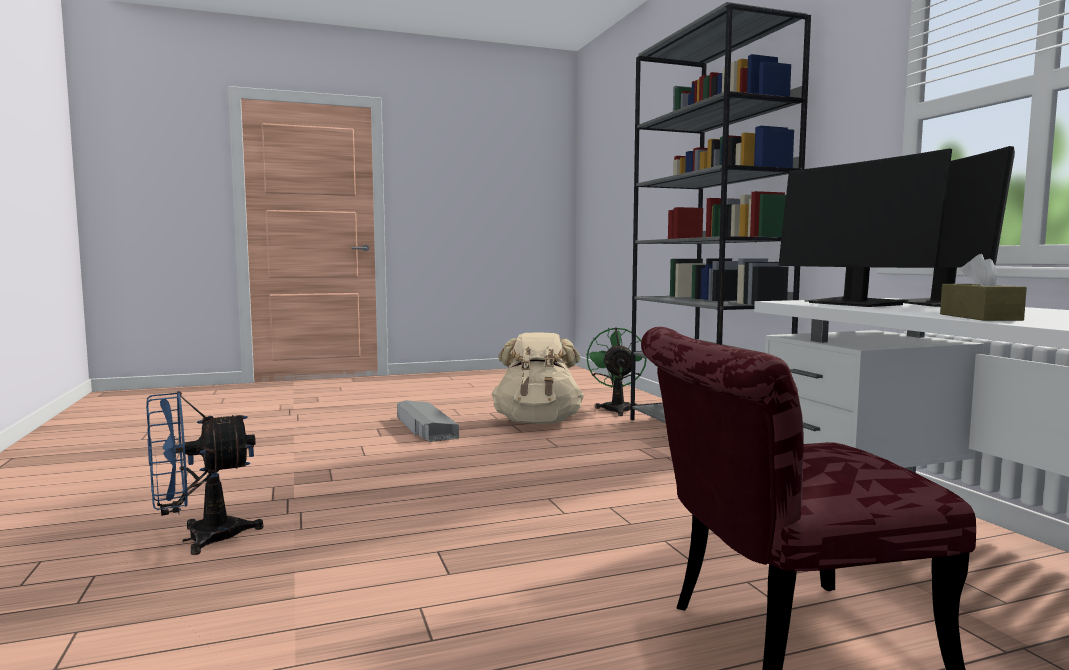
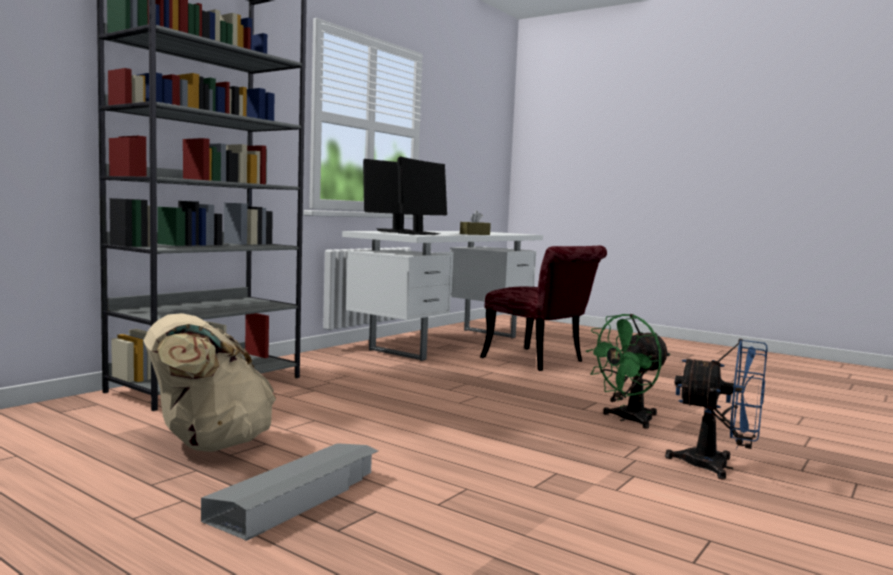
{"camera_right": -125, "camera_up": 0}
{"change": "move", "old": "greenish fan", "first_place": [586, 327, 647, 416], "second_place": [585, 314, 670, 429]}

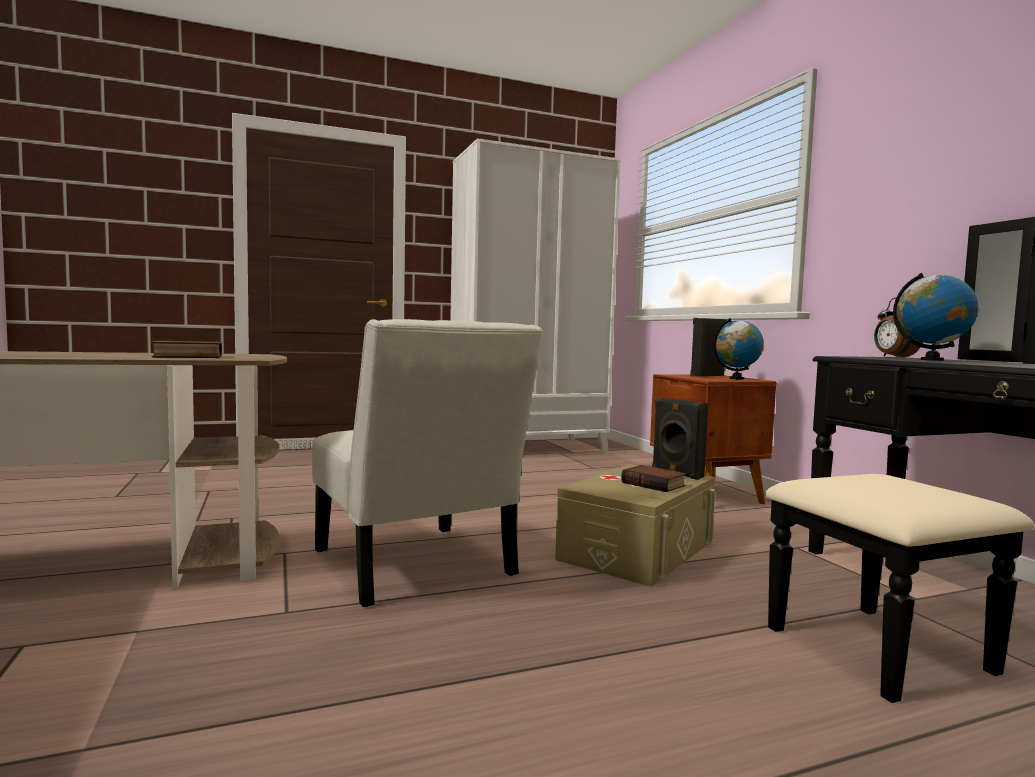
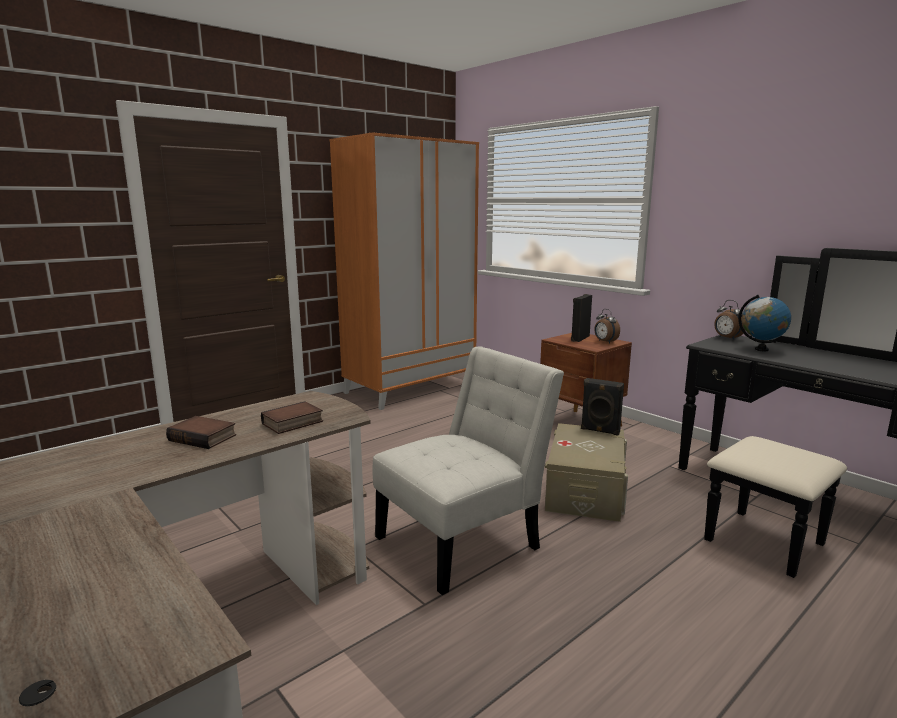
{"camera_right": -20, "camera_up": 10}
{"change": "rotate", "old": "whitish upright chair", "first_place": [312, 319, 543, 607], "second_place": [373, 347, 564, 595], "degrees": -75}
{"change": "recolor", "old": "whitish armoire", "new": "orange armoire", "first_place": [450, 138, 621, 453], "second_place": [330, 132, 479, 410]}
{"change": "move", "old": "bound book", "first_place": [621, 465, 686, 492], "second_place": [166, 416, 236, 449]}
{"change": "replace", "old": "world globe", "new": "alarm clock", "first_place": [714, 318, 764, 380], "second_place": [594, 309, 620, 344]}

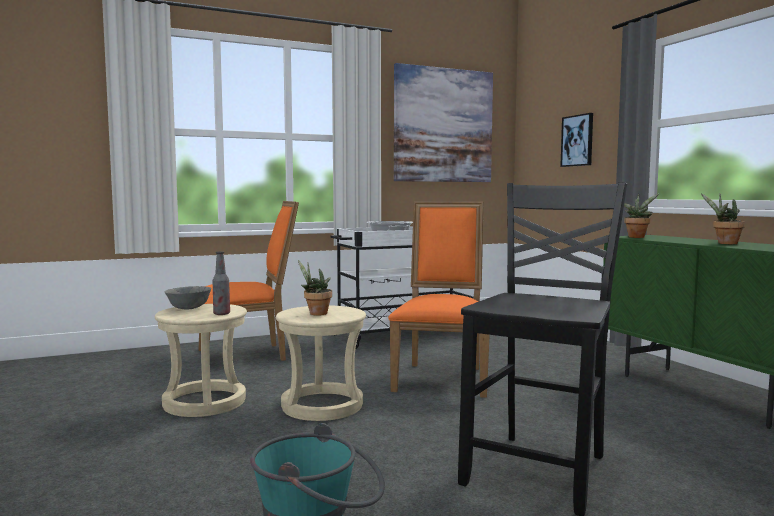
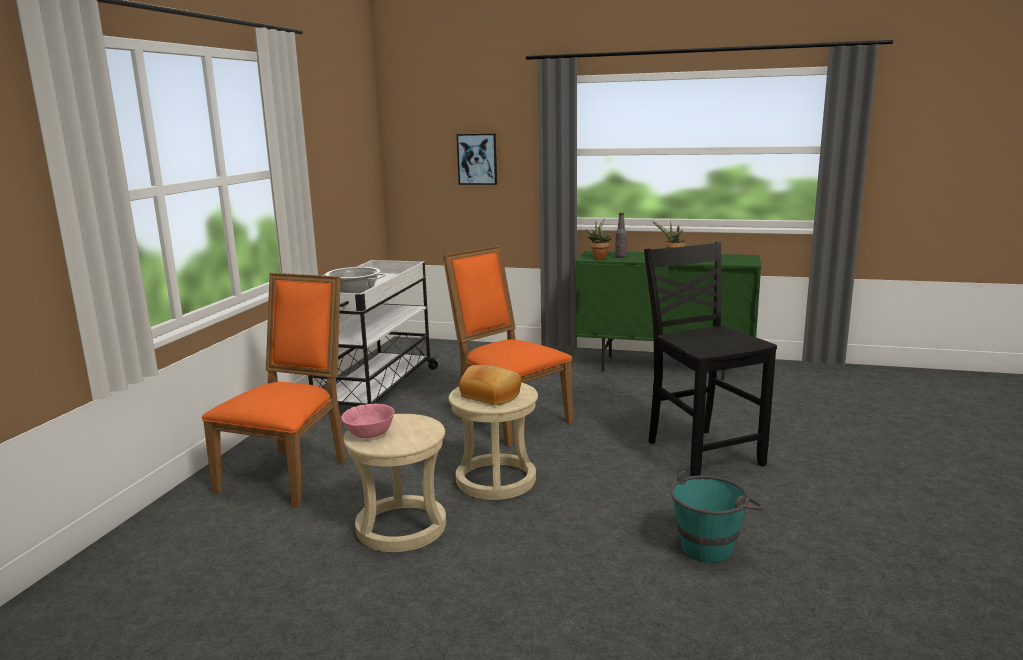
{"camera_right": -50, "camera_up": 10}
{"change": "recolor", "old": "grey deep dish", "new": "pink deep dish", "first_place": [165, 286, 211, 309], "second_place": [341, 404, 395, 438]}
{"change": "move", "old": "drink bottle", "first_place": [212, 252, 230, 315], "second_place": [615, 213, 627, 258]}
{"change": "replace", "old": "plant in a pot", "new": "baked bread", "first_place": [298, 260, 332, 316], "second_place": [459, 365, 521, 405]}
{"change": "delete", "old": "wall art", "first_place": [394, 63, 493, 182]}

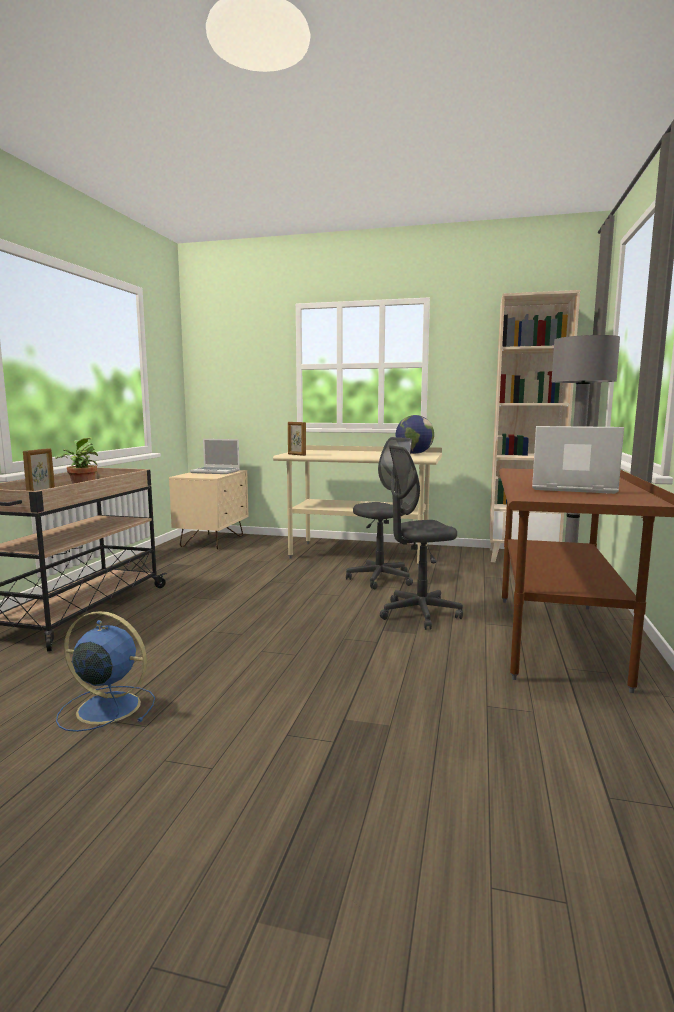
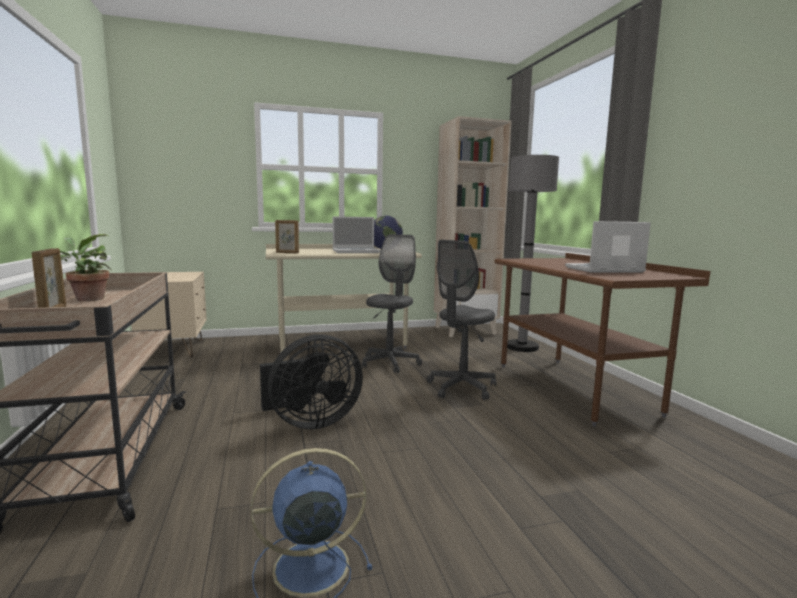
{"camera_right": -30, "camera_up": 0}
{"change": "move", "old": "laptop", "first_place": [190, 439, 240, 474], "second_place": [333, 216, 380, 253]}
{"change": "insert", "new": "blackish fan", "second_place": [260, 334, 363, 429]}

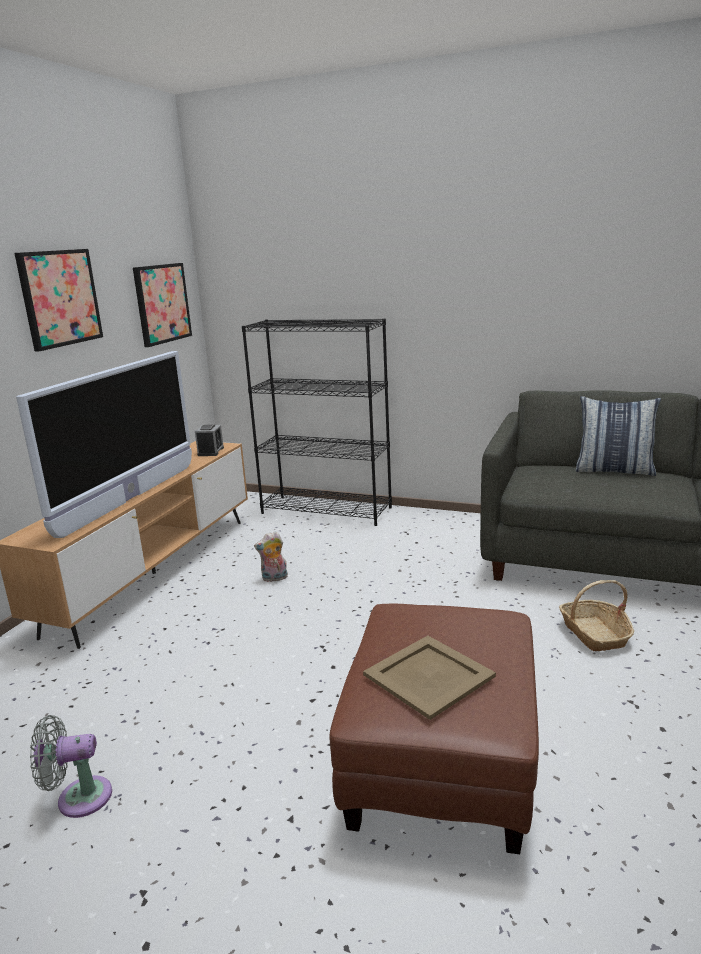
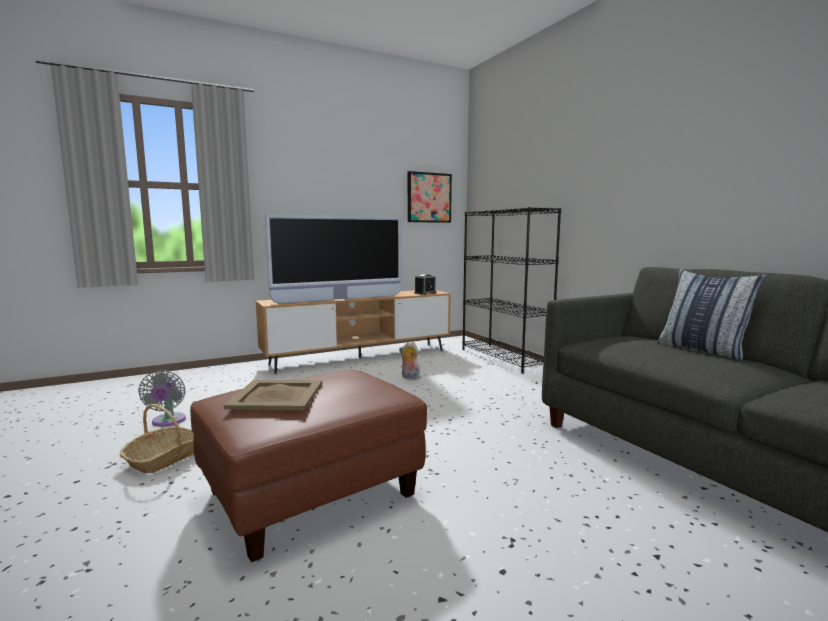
{"camera_right": 40, "camera_up": -10}
{"change": "delete", "old": "wall art", "first_place": [14, 249, 103, 351]}
{"change": "rotate", "old": "grey fan", "first_place": [30, 715, 112, 818], "second_place": [138, 370, 186, 427], "degrees": -135}
{"change": "move", "old": "basket", "first_place": [559, 580, 634, 651], "second_place": [120, 404, 194, 473]}

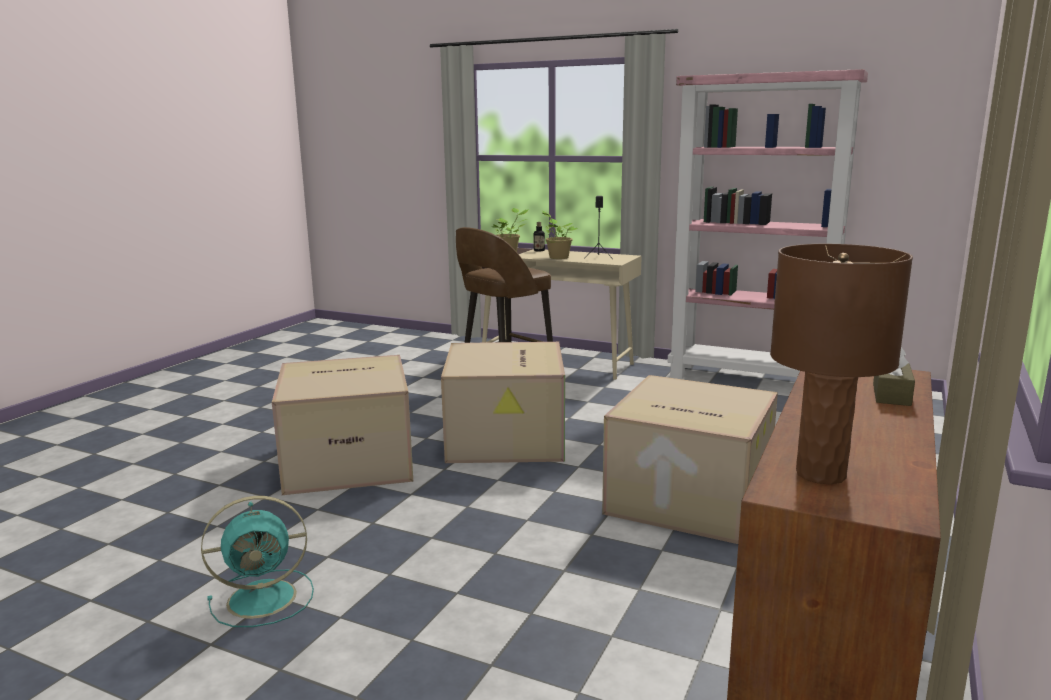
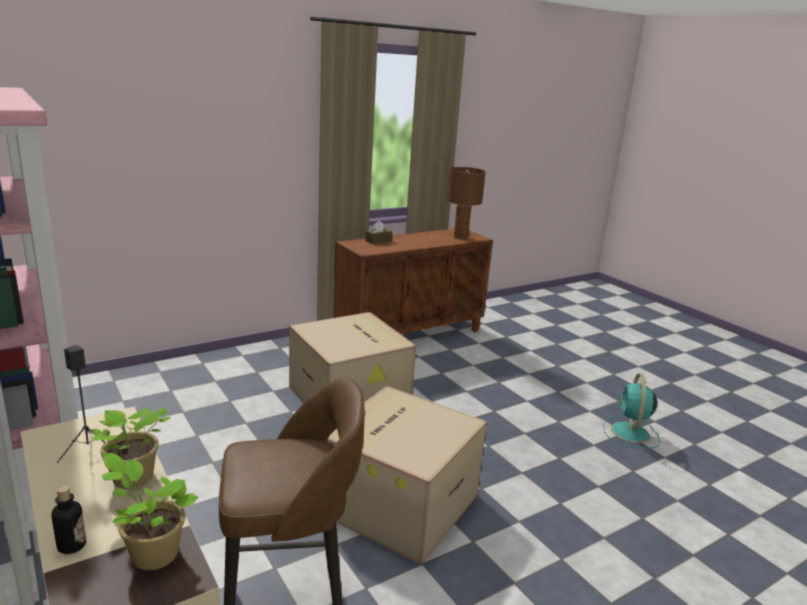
{"camera_right": -150, "camera_up": 5}
{"change": "rotate", "old": "turquoise fan", "first_place": [201, 496, 314, 627], "second_place": [603, 373, 660, 449], "degrees": -90}
{"change": "delete", "old": "packing box", "first_place": [272, 355, 413, 495]}

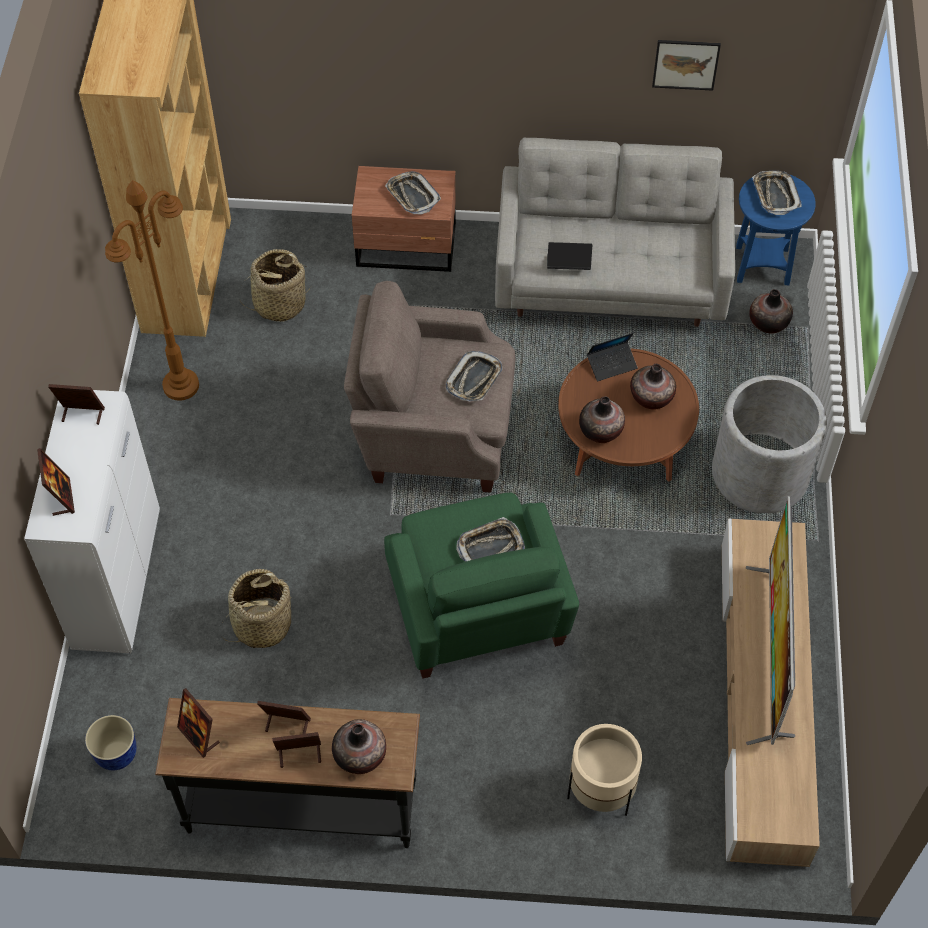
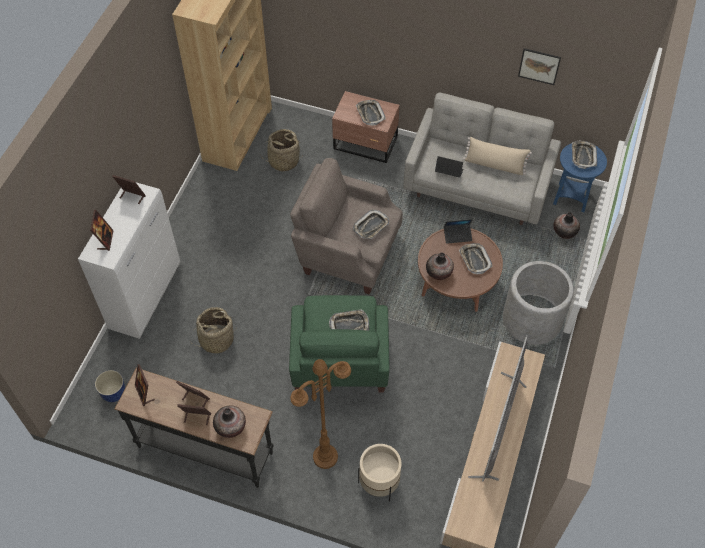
{"camera_right": 15, "camera_up": 0}
{"change": "move", "old": "brown-coloured standard lamp", "first_place": [105, 180, 199, 401], "second_place": [290, 359, 351, 469]}
{"change": "replace", "old": "flower vase", "new": "tray", "first_place": [630, 364, 676, 410], "second_place": [459, 243, 493, 275]}
{"change": "insert", "new": "sand-coloured throw pillow", "second_place": [463, 137, 532, 175]}

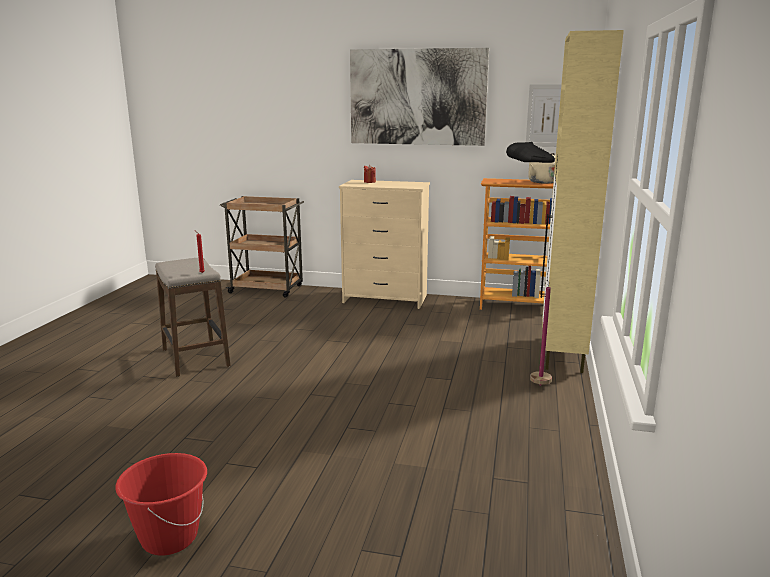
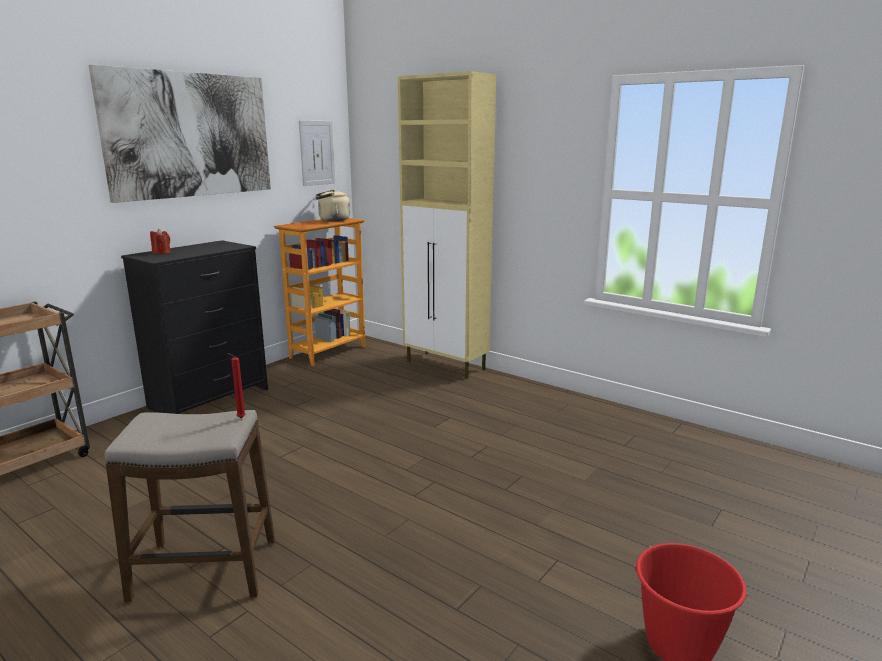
{"camera_right": -65, "camera_up": 0}
{"change": "recolor", "old": "sand-coloured chest of drawers", "new": "blackish chest of drawers", "first_place": [339, 180, 430, 309], "second_place": [121, 240, 268, 414]}
{"change": "delete", "old": "blackish standard lamp", "first_place": [506, 142, 558, 386]}

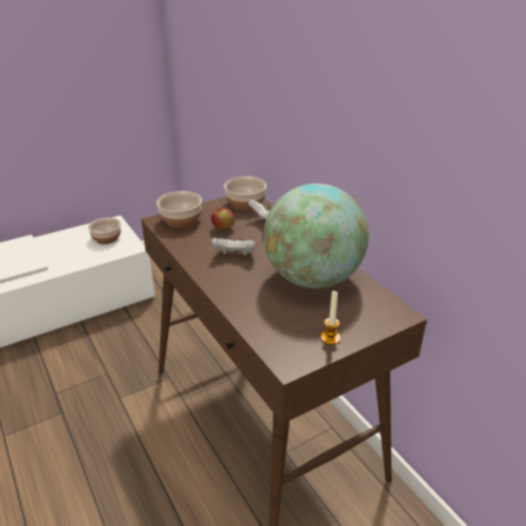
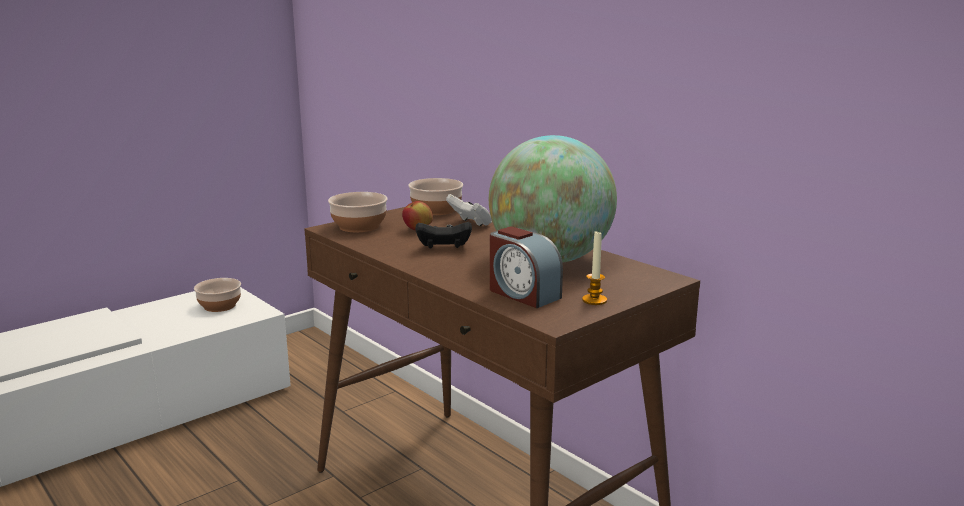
{"camera_right": -10, "camera_up": -15}
{"change": "recolor", "old": "whitish joypad", "new": "blackish joypad", "first_place": [212, 237, 256, 256], "second_place": [415, 222, 472, 248]}
{"change": "insert", "new": "alarm clock", "second_place": [490, 226, 563, 308]}

